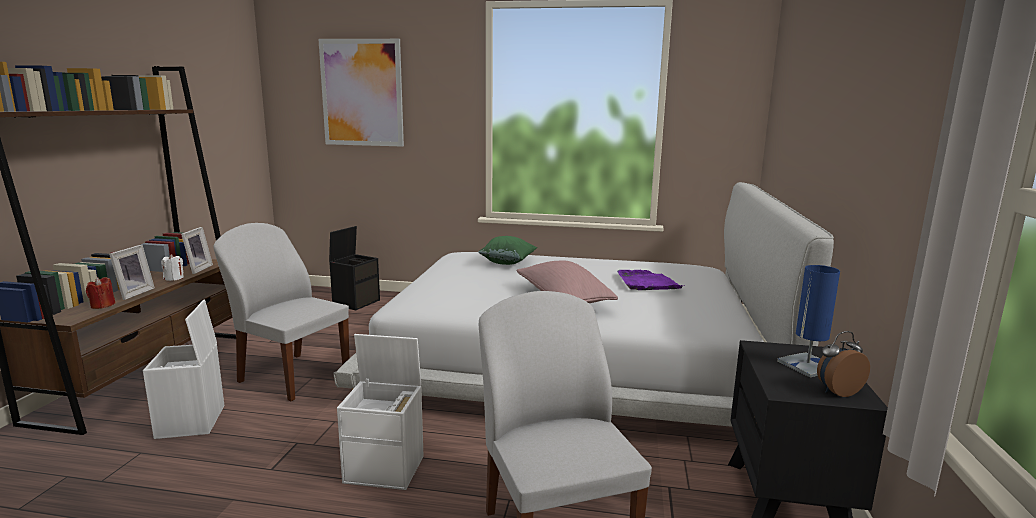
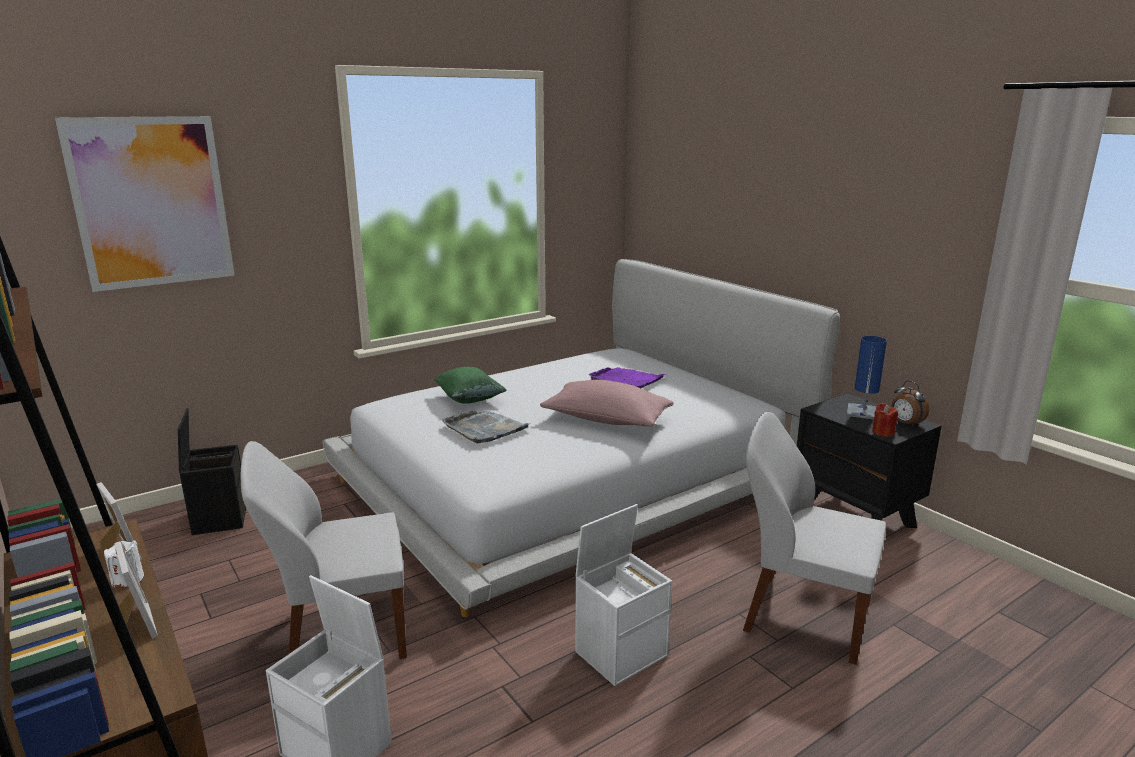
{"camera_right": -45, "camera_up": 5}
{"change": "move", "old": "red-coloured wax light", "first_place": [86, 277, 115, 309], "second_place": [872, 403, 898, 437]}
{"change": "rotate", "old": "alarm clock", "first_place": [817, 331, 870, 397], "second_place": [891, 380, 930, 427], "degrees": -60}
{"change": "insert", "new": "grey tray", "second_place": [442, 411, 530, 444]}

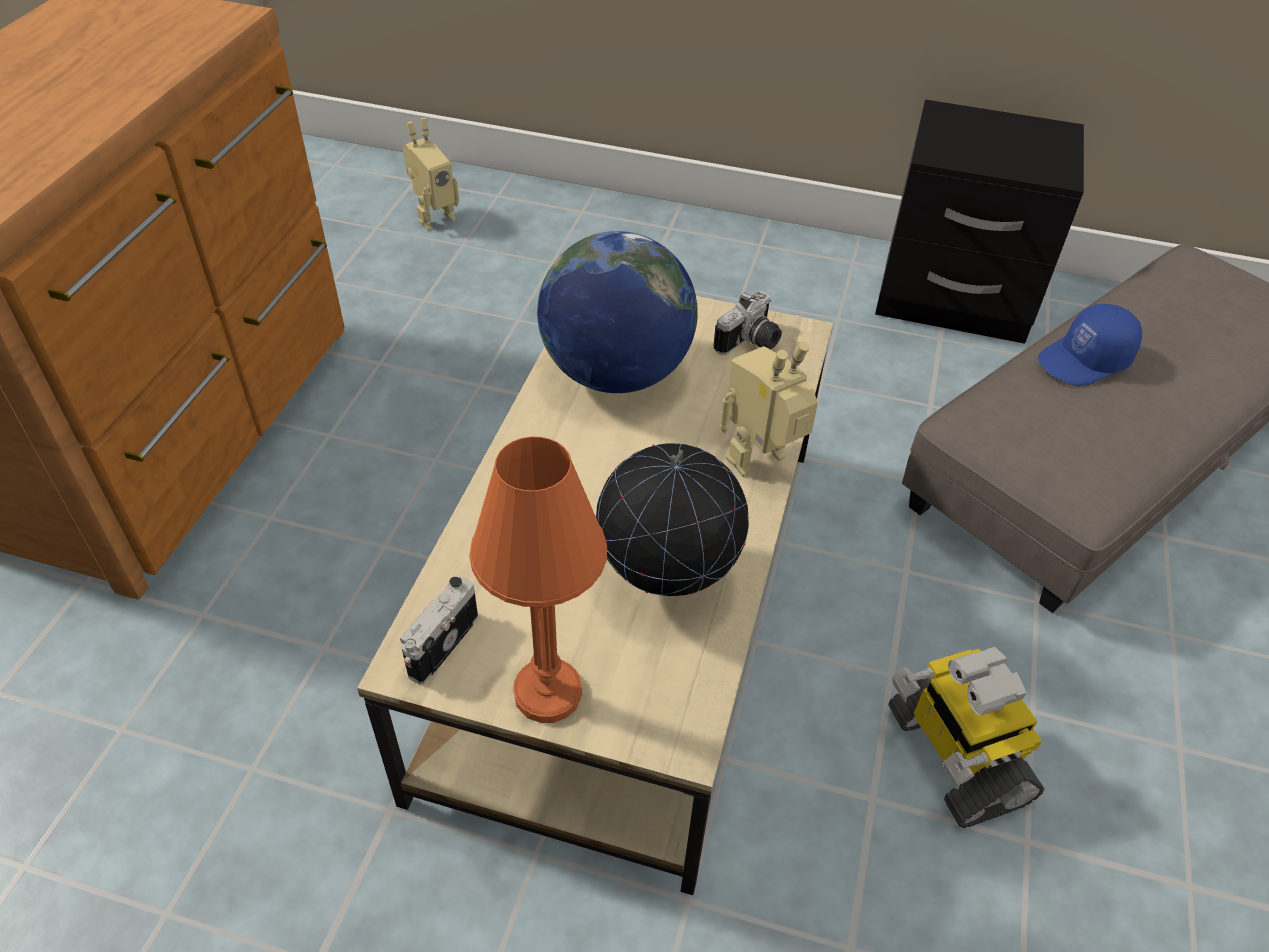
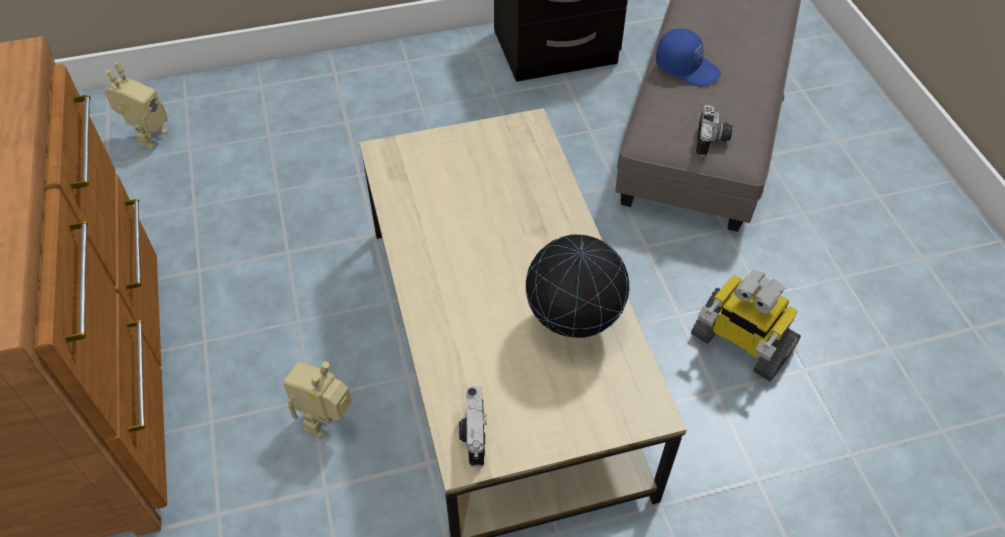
{"camera_right": -30, "camera_up": 5}
{"change": "delete", "old": "orange table lamp", "first_place": [469, 436, 607, 723]}
{"change": "delete", "old": "world globe", "first_place": [537, 231, 698, 393]}
{"change": "move", "old": "still camera", "first_place": [714, 291, 782, 355], "second_place": [696, 105, 733, 156]}
{"change": "move", "old": "robot figure", "first_place": [720, 342, 818, 477], "second_place": [283, 361, 352, 438]}
{"change": "rotate", "old": "blue baseball cap", "first_place": [1038, 304, 1142, 386], "second_place": [656, 28, 721, 87], "degrees": -90}

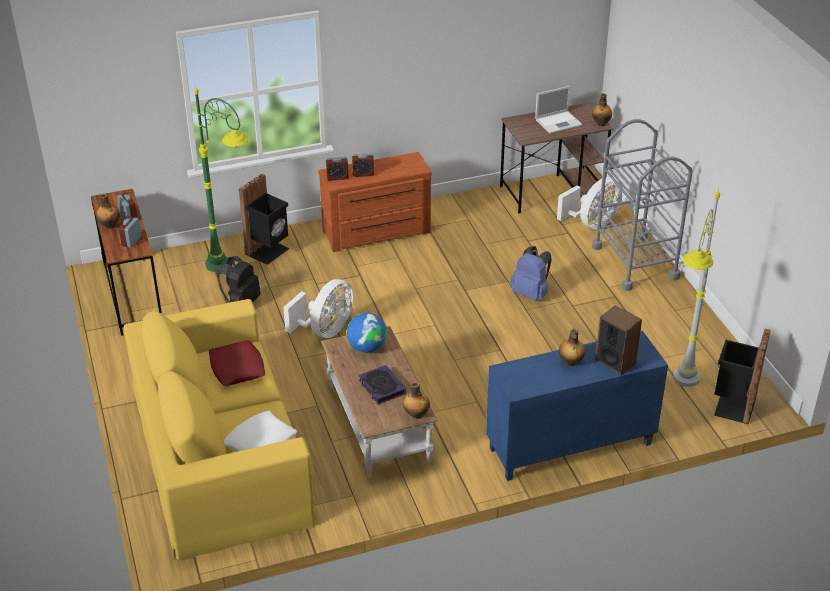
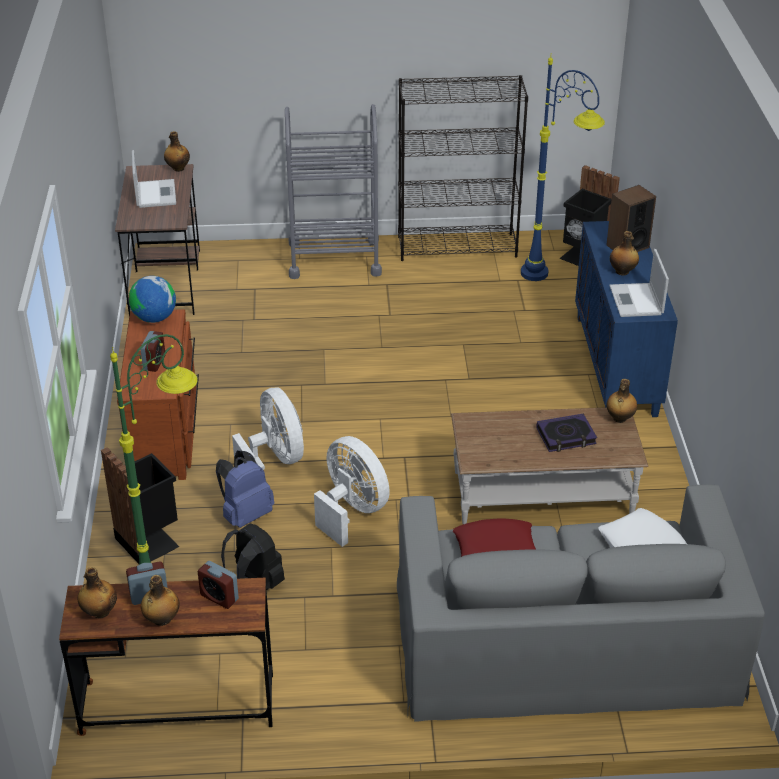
{"camera_right": -75, "camera_up": 0}
{"change": "recolor", "old": "yellow sofa", "new": "grey sofa", "first_place": [124, 299, 317, 561], "second_place": [397, 484, 765, 722]}
{"change": "delete", "old": "alarm clock", "first_place": [326, 157, 348, 181]}
{"change": "move", "old": "world globe", "first_place": [347, 313, 387, 353], "second_place": [128, 276, 176, 323]}
{"change": "move", "old": "blue backpack", "first_place": [510, 246, 552, 301], "second_place": [216, 451, 274, 528]}
{"change": "move", "old": "whitish fan", "first_place": [557, 177, 623, 230], "second_place": [232, 388, 304, 470]}
{"change": "recolor", "old": "grey standard lamp", "new": "blue standard lamp", "first_place": [673, 188, 720, 387], "second_place": [521, 53, 605, 281]}
{"change": "insert", "new": "drink bottle", "second_place": [78, 567, 117, 619]}
{"change": "insert", "new": "blackish bookshelf", "second_place": [398, 75, 528, 261]}
{"change": "insert", "new": "laptop", "second_place": [610, 249, 669, 317]}

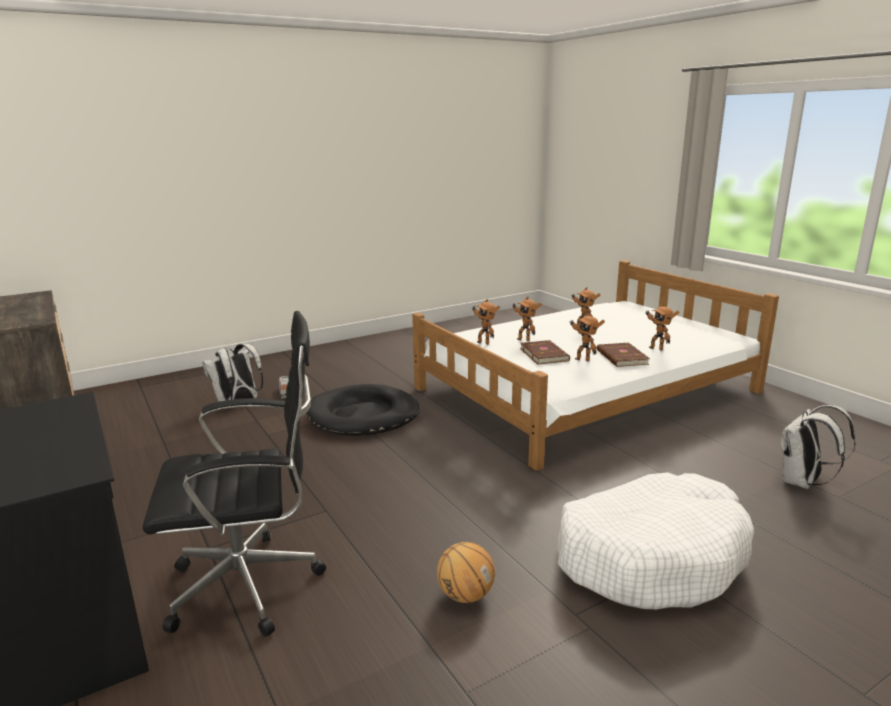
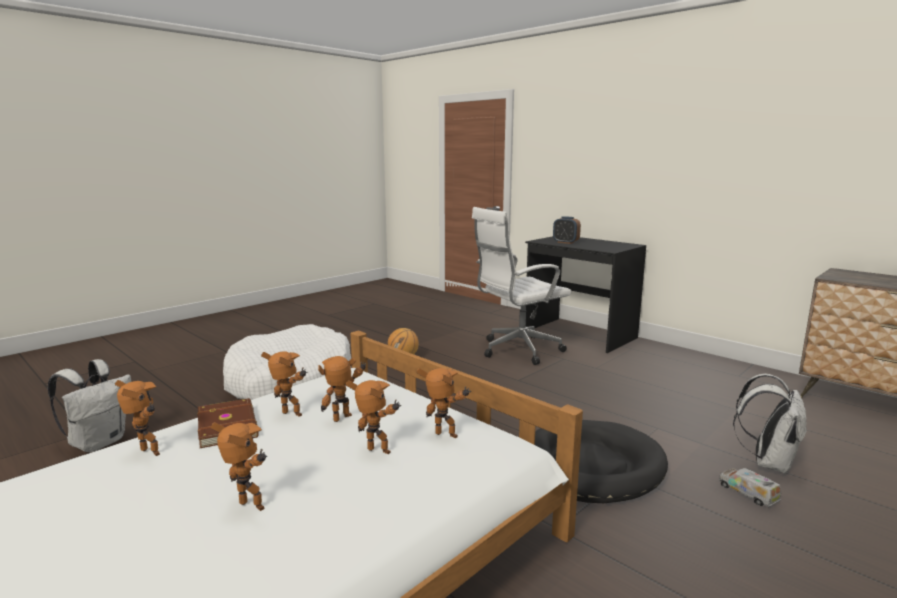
{"camera_right": 165, "camera_up": -5}
{"change": "recolor", "old": "blackish desk chair", "new": "whitish desk chair", "first_place": [143, 311, 326, 637], "second_place": [472, 207, 572, 365]}
{"change": "replace", "old": "brown-coloured bound book", "new": "robot figure", "first_place": [520, 340, 570, 365], "second_place": [318, 356, 366, 422]}
{"change": "insert", "new": "alarm clock", "second_place": [553, 216, 581, 244]}

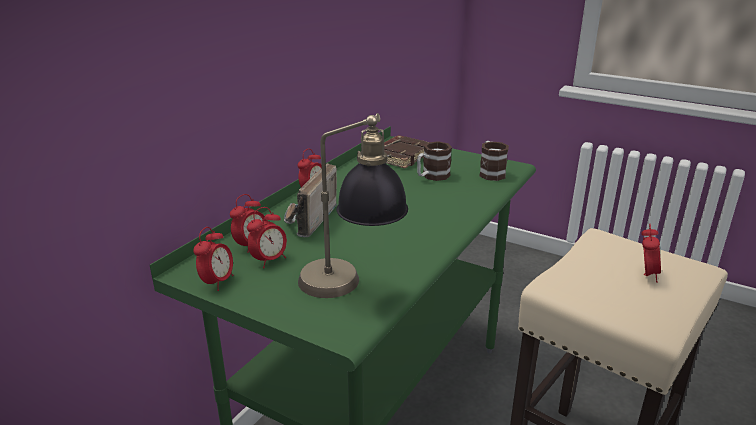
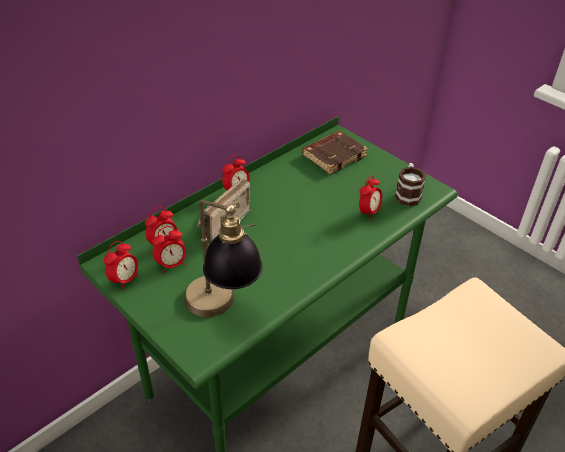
{"camera_right": 15, "camera_up": 15}
{"change": "delete", "old": "mug", "first_place": [417, 141, 452, 181]}
{"change": "move", "old": "alarm clock", "first_place": [641, 224, 661, 283], "second_place": [359, 175, 382, 220]}

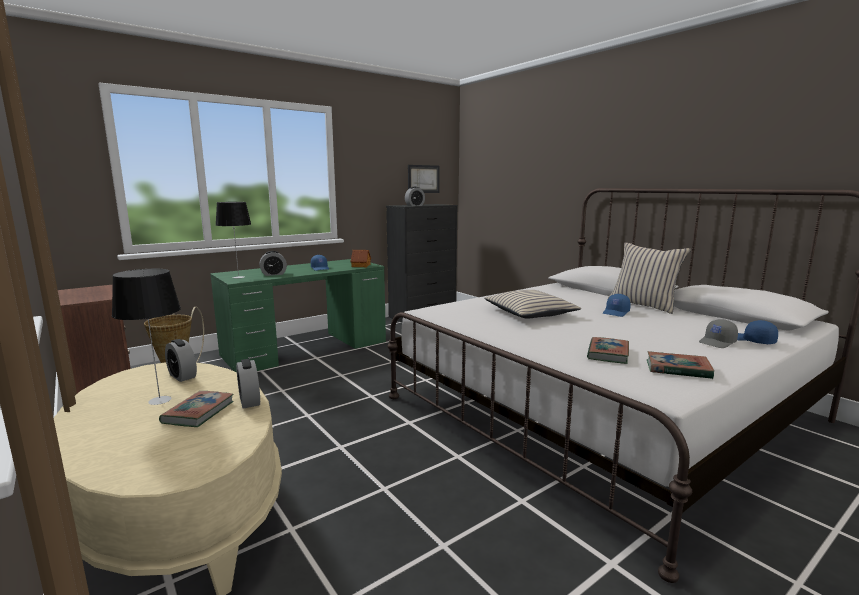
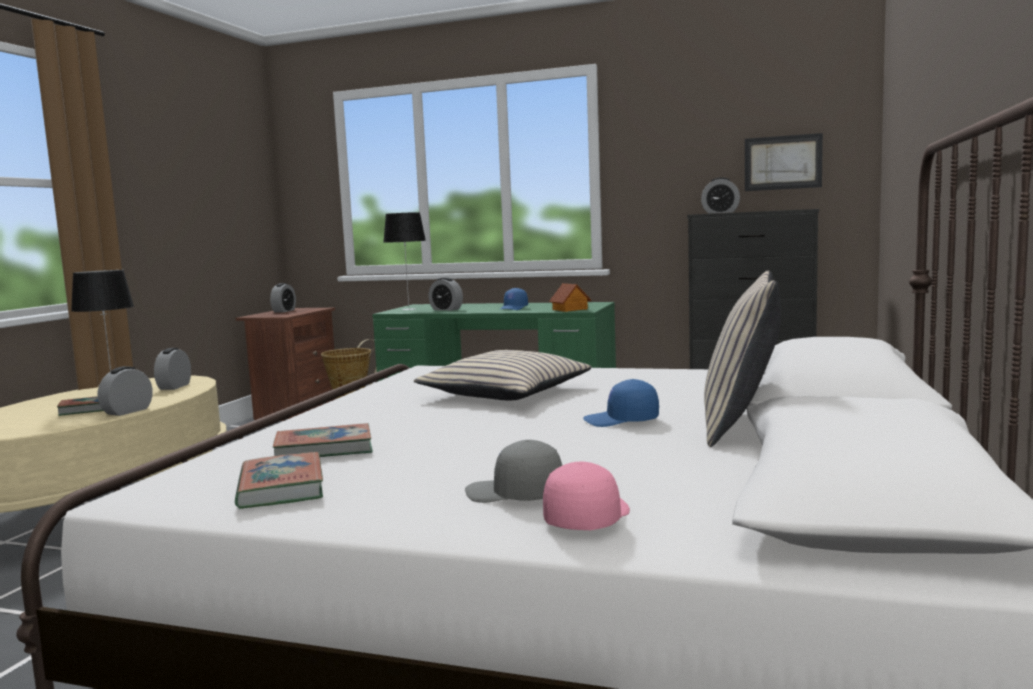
{"camera_right": 55, "camera_up": -5}
{"change": "recolor", "old": "blue baseball cap", "new": "pink baseball cap", "first_place": [737, 320, 778, 344], "second_place": [543, 462, 630, 530]}
{"change": "insert", "new": "alarm clock", "second_place": [270, 283, 296, 313]}

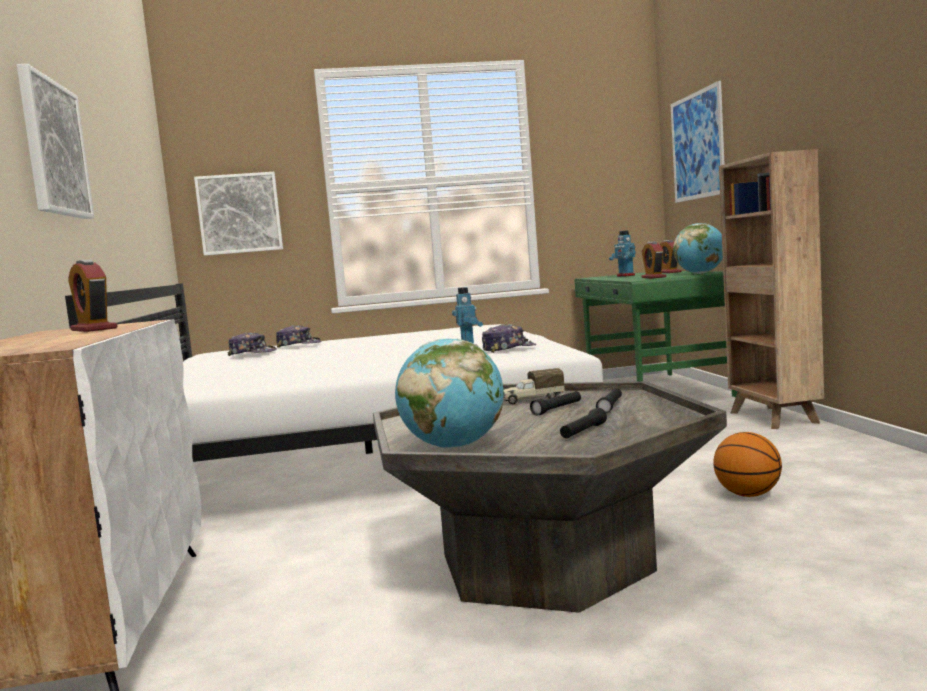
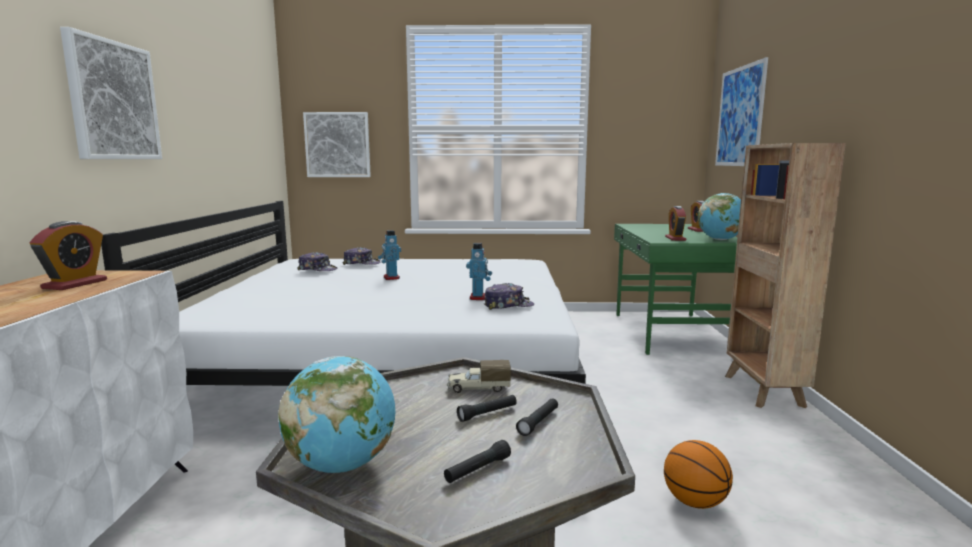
{"camera_right": 10, "camera_up": 5}
{"change": "rotate", "old": "alarm clock", "first_place": [68, 259, 117, 332], "second_place": [30, 221, 107, 290], "degrees": -135}
{"change": "move", "old": "robot figure", "first_place": [609, 230, 636, 277], "second_place": [378, 230, 401, 280]}

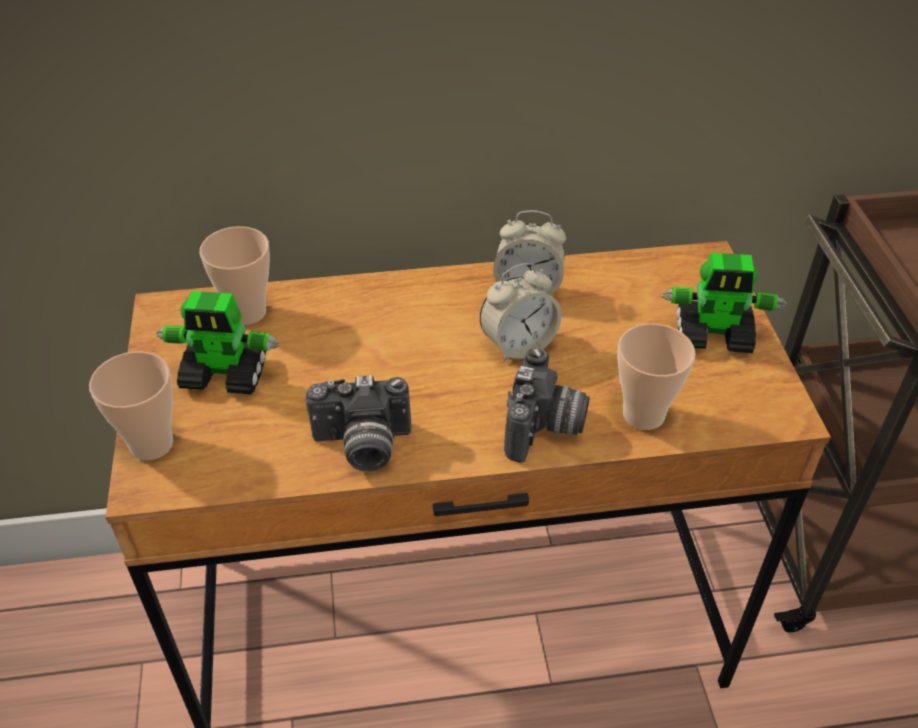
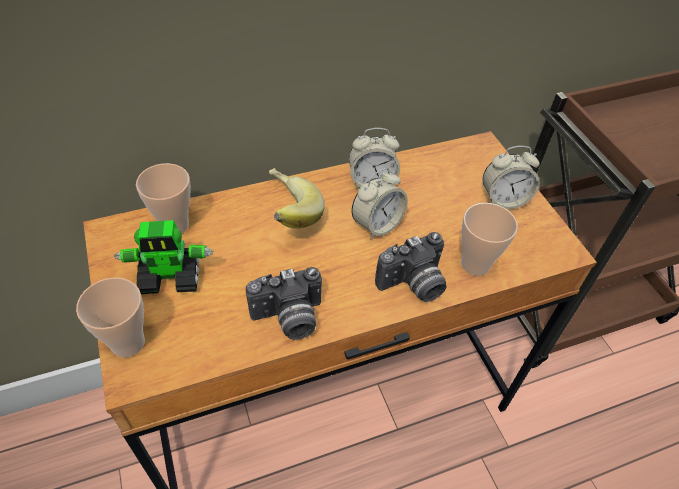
{"camera_right": -15, "camera_up": 5}
{"change": "rotate", "old": "still camera", "first_place": [504, 348, 590, 463], "second_place": [375, 232, 447, 302], "degrees": 60}
{"change": "replace", "old": "robot figure", "new": "alarm clock", "first_place": [662, 253, 787, 353], "second_place": [482, 146, 540, 209]}
{"change": "insert", "new": "banana", "second_place": [269, 168, 325, 229]}

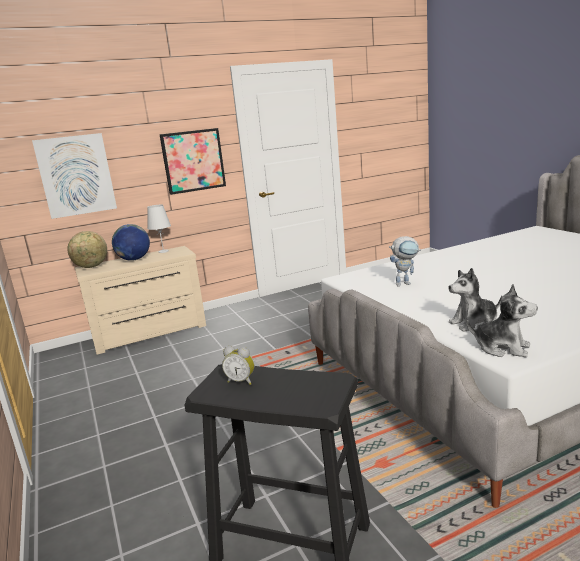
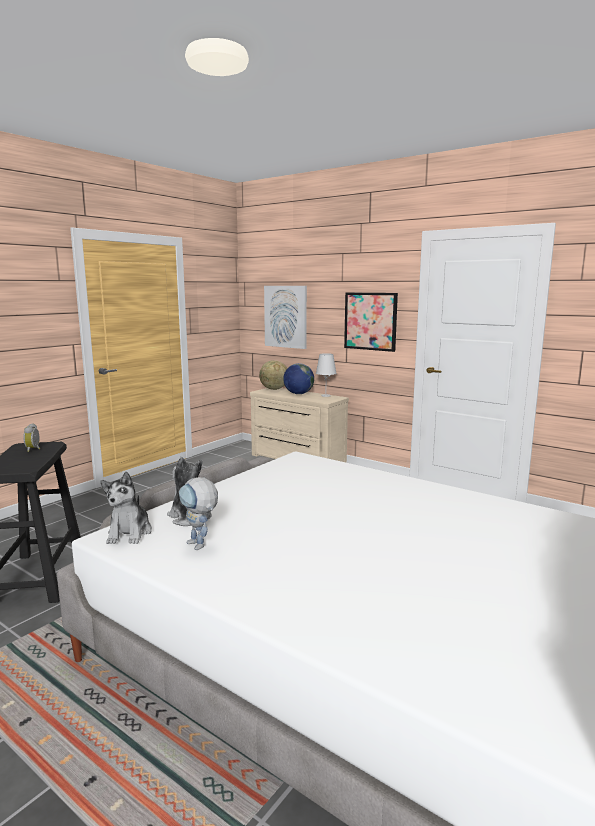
{"camera_right": 60, "camera_up": -5}
{"change": "move", "old": "robot figure", "first_place": [389, 236, 421, 287], "second_place": [179, 477, 218, 550]}

